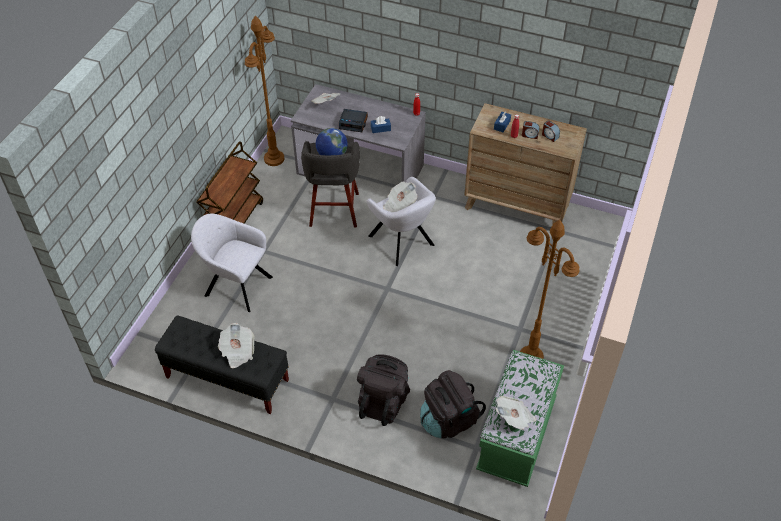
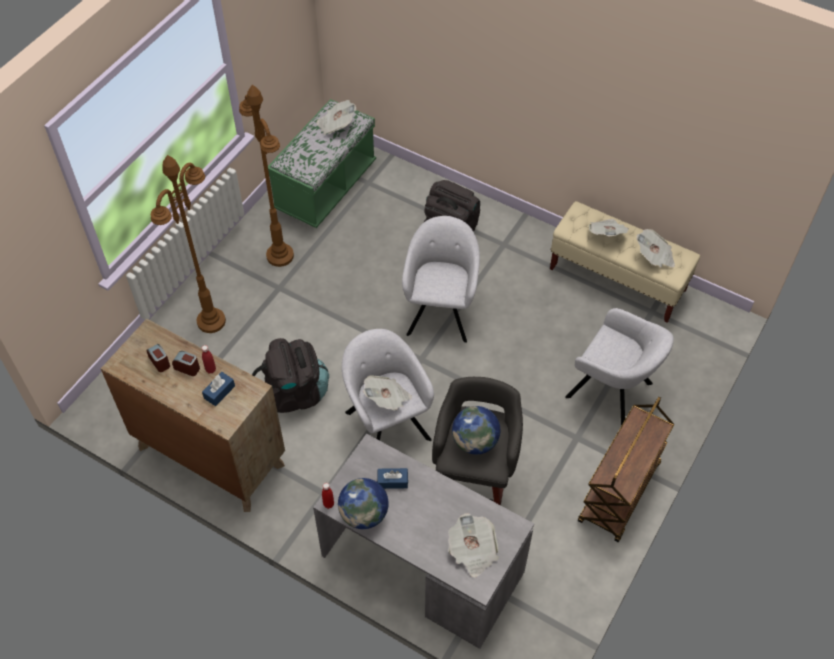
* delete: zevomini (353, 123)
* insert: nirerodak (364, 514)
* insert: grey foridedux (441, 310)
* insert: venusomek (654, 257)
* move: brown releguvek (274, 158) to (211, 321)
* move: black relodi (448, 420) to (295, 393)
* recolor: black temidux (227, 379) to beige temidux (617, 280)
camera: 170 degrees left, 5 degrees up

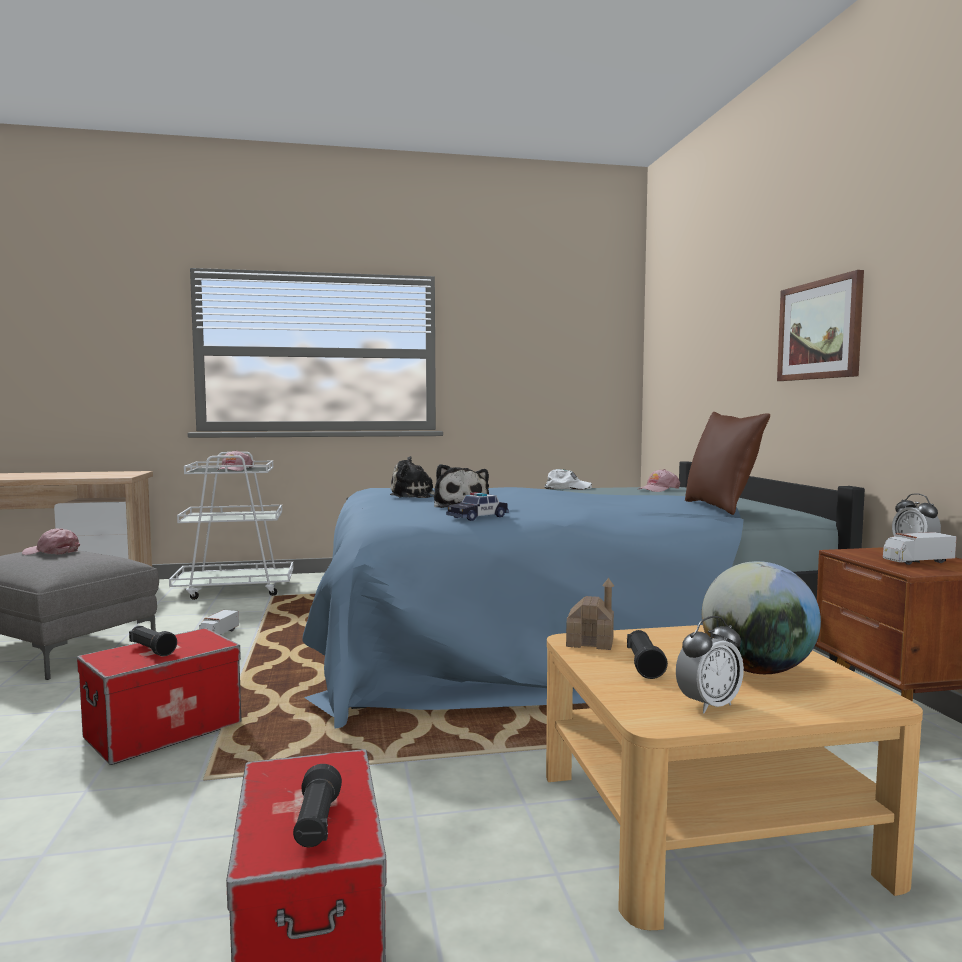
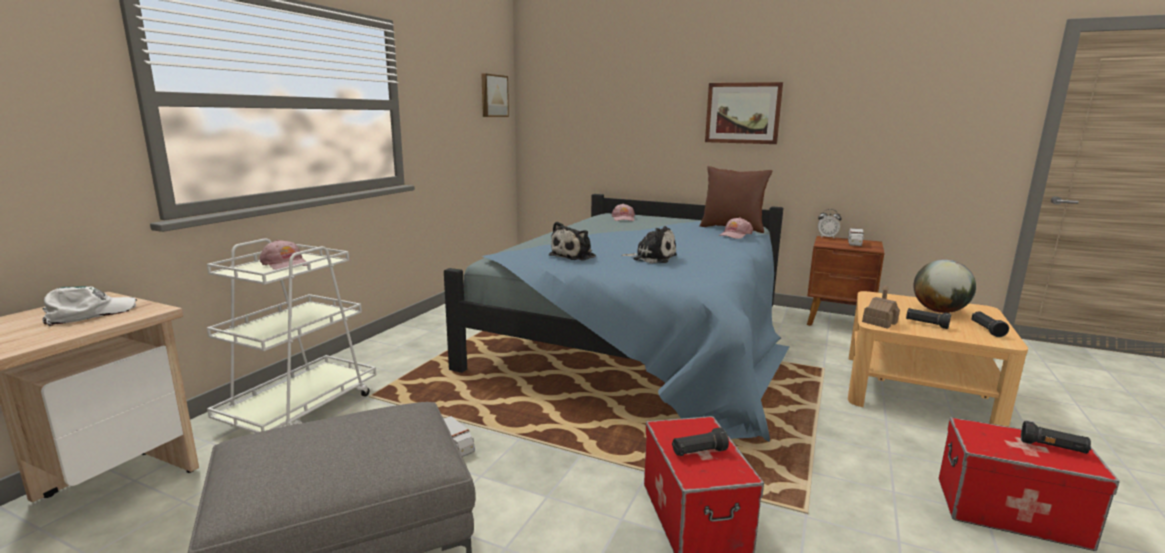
* delete: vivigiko (478, 517)
* insert: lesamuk (493, 96)
* move: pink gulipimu (52, 552) to (735, 235)
* move: white gulipimu (567, 487) to (89, 313)
* replace: zevomini (708, 705) to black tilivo (987, 330)
camera: 55 degrees left, 10 degrees up

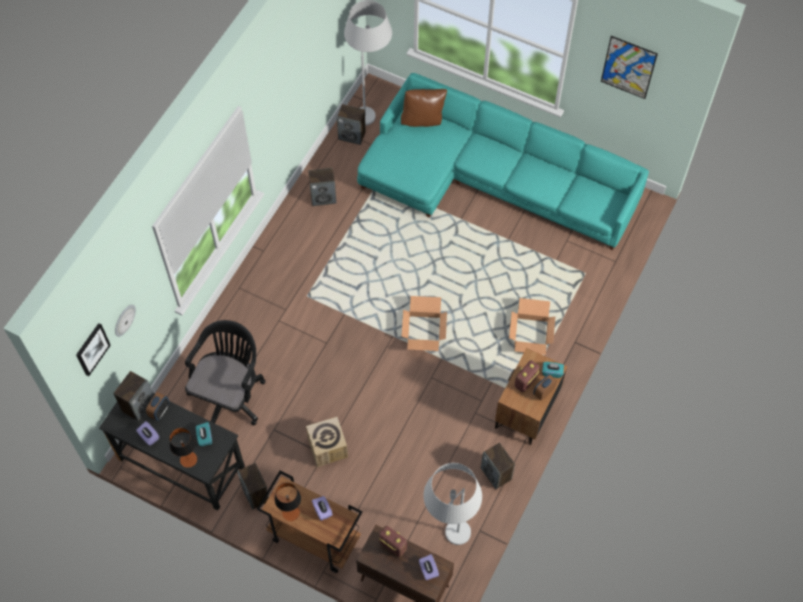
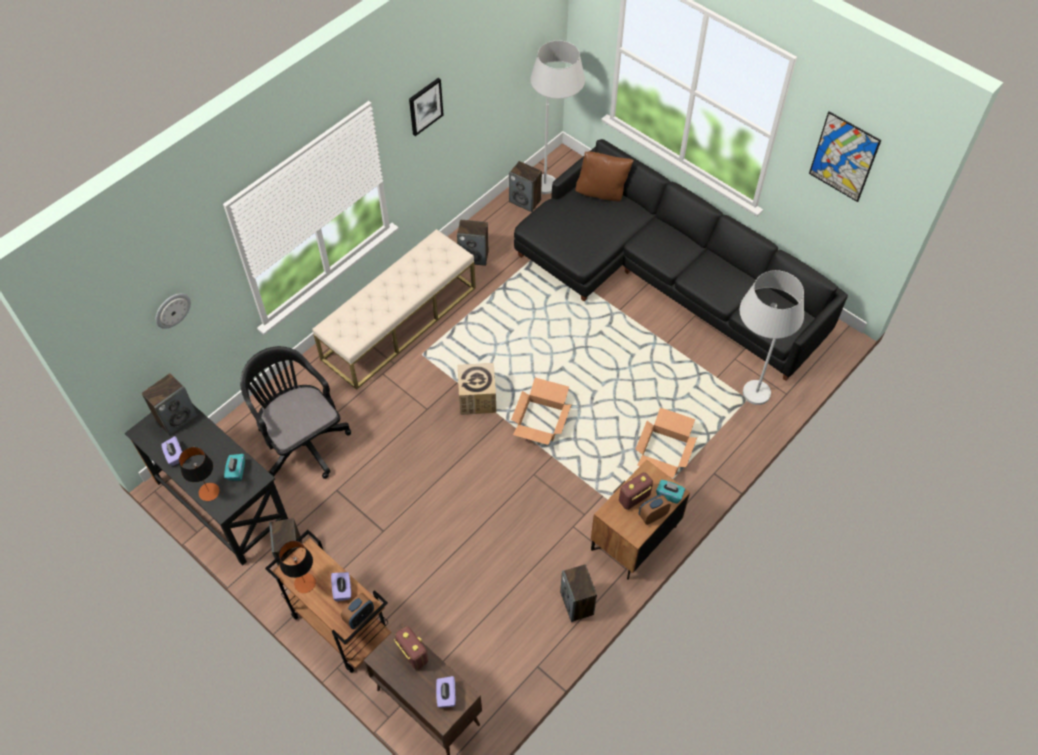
* insert: beige temidux (399, 323)
* move: lesamuk (92, 349) to (425, 106)
* move: zevomini (159, 411) to (359, 617)
* move: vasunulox (327, 448) to (477, 398)
* move: white releguvek (447, 542) to (743, 400)
* recolor: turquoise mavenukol (489, 179) to black mavenukol (663, 276)
* rotate: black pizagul (230, 395) = (301, 440) 75 degrees counterclockwise
camera: 15 degrees right, 5 degrees down

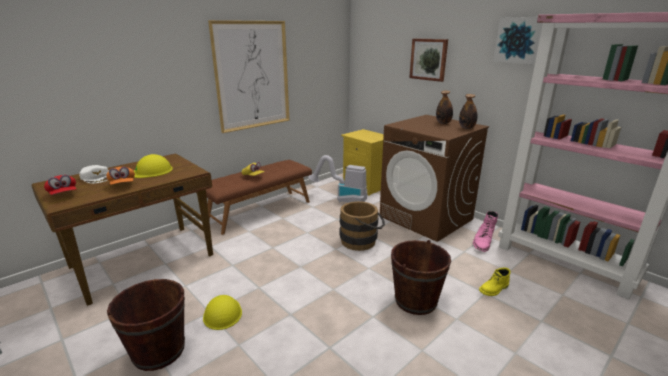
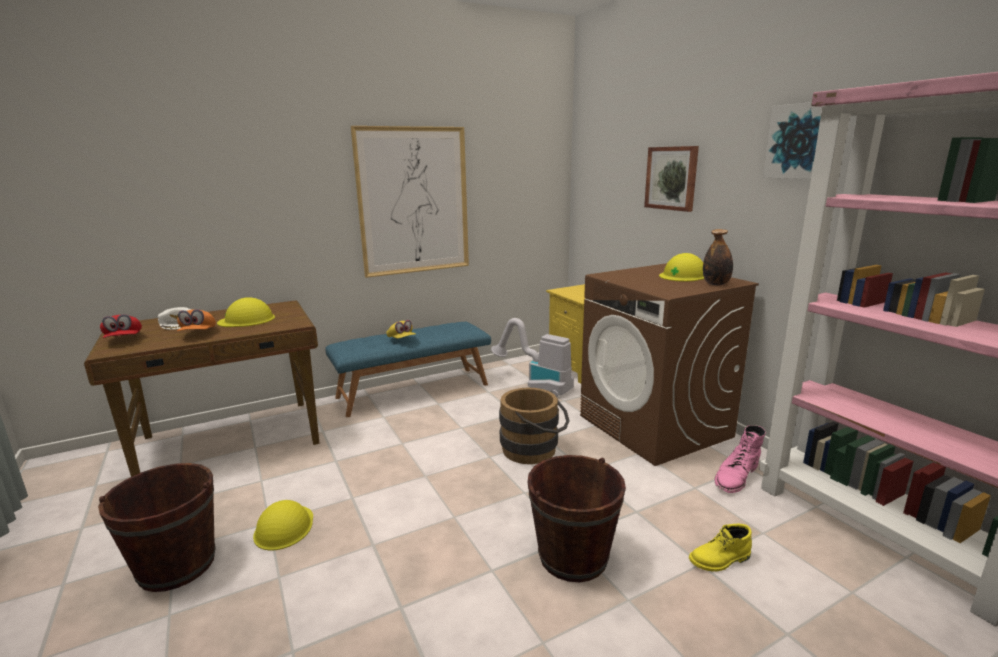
* replace: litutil (443, 123) to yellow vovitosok (683, 275)
* recolor: brown temidux (260, 211) to blue temidux (413, 390)
camera: 15 degrees right, 5 degrees down

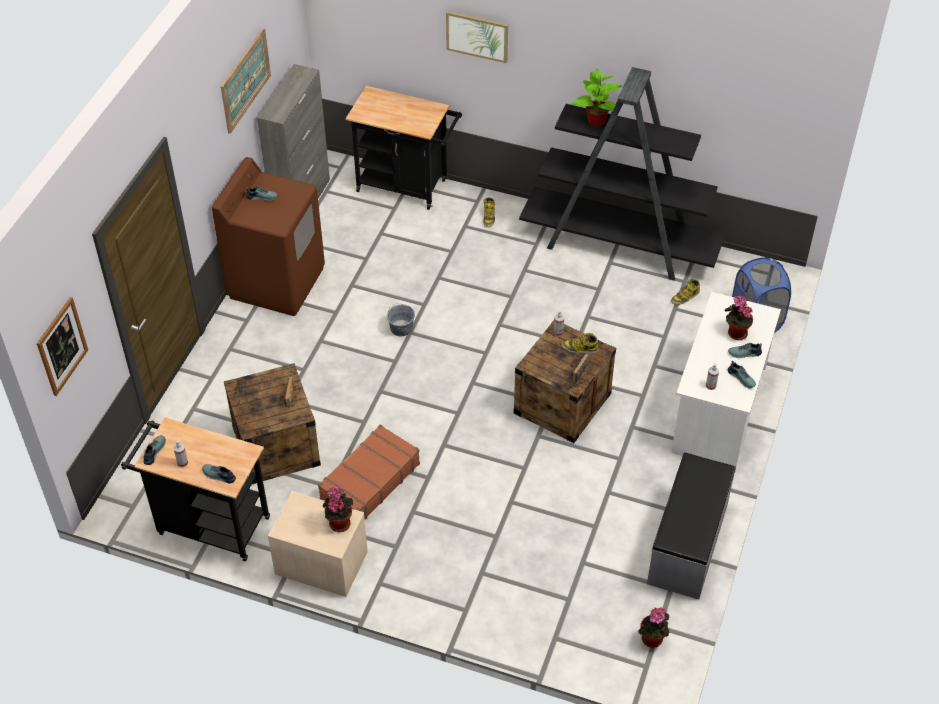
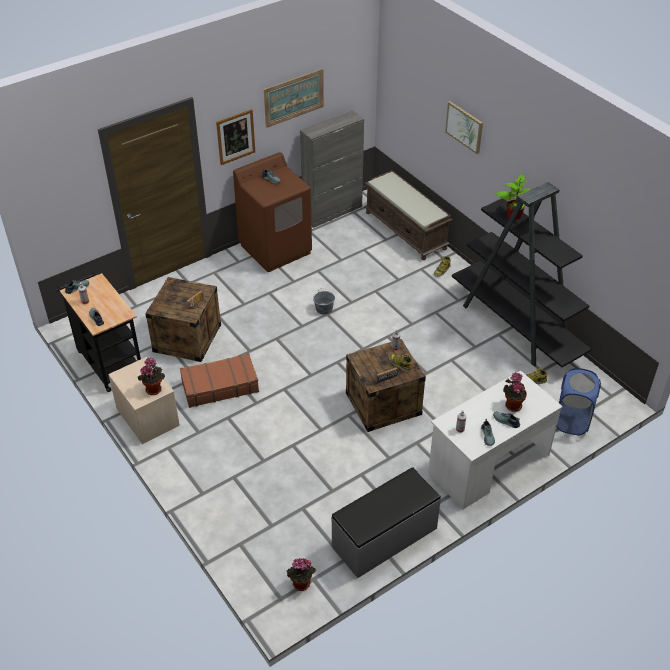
* move: lesamuk (61, 346) to (235, 137)
* replace: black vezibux (407, 186) to brown temidux (406, 230)
camera: 35 degrees right, 5 degrees down

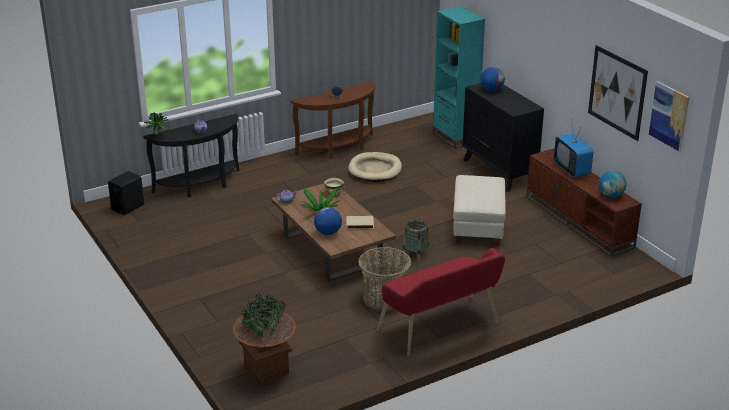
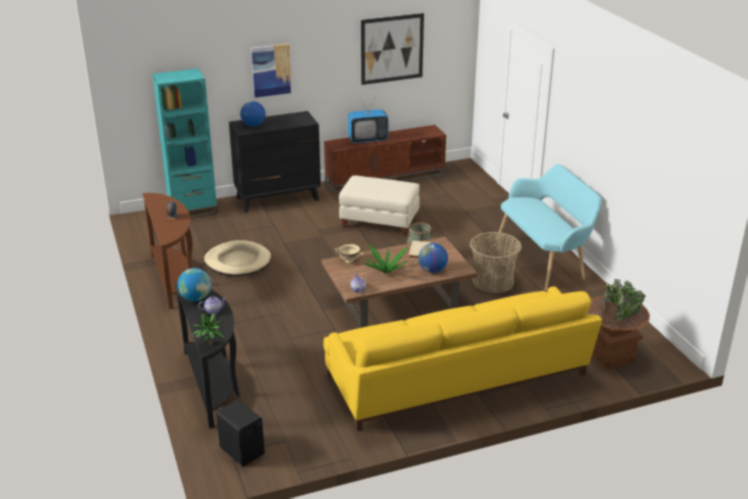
* insert: yellow mavenukol (458, 377)
* move: nirerodak (611, 195) to (196, 298)
* move: lesamuk (669, 115) to (271, 70)
* recolor: red temidux (442, 329) to turquoise temidux (544, 259)
camera: 80 degrees left, 0 degrees up

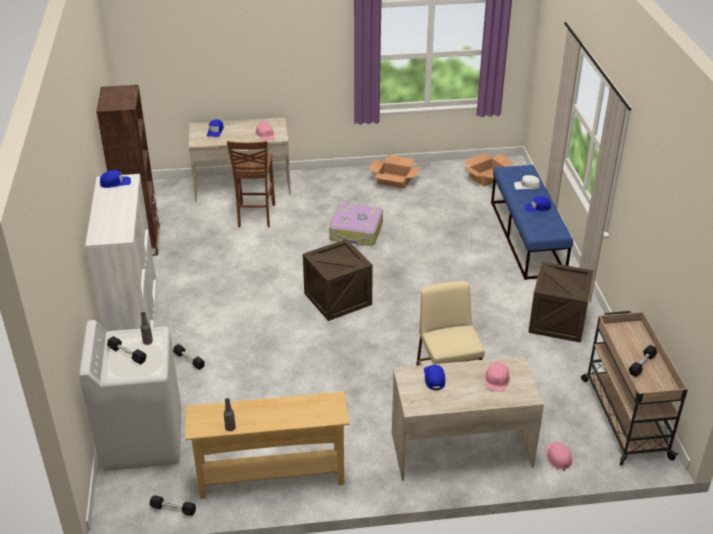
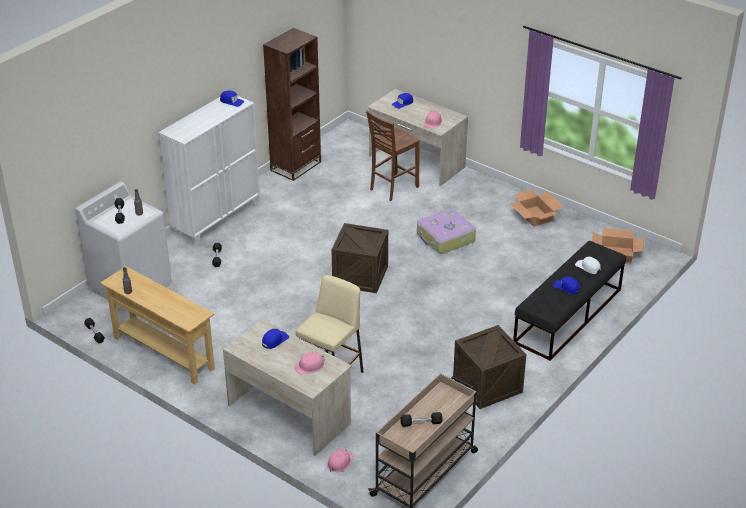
* recolor: blue temidux (527, 238) to black temidux (568, 316)
camera: 45 degrees right, 0 degrees up

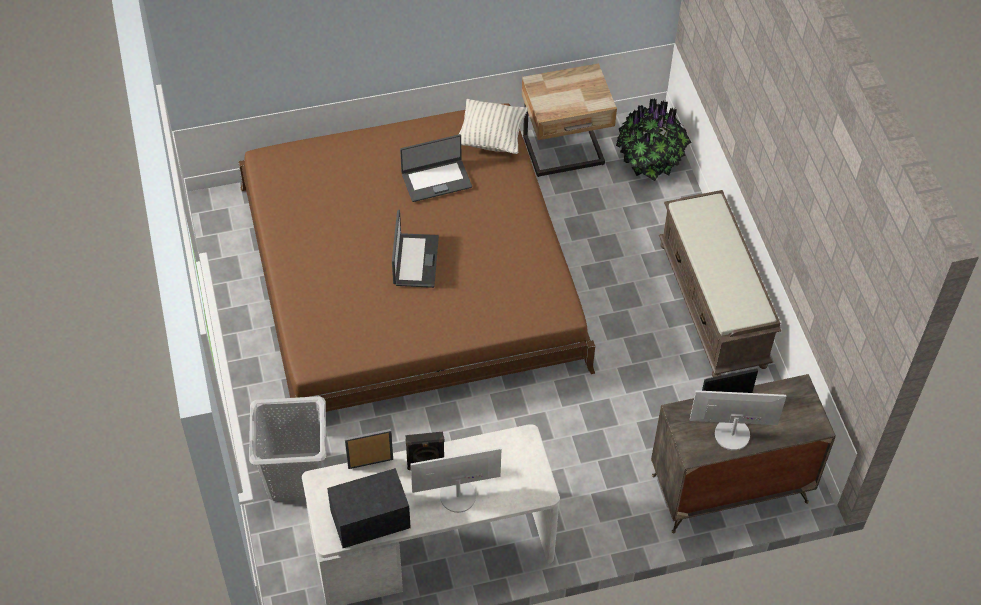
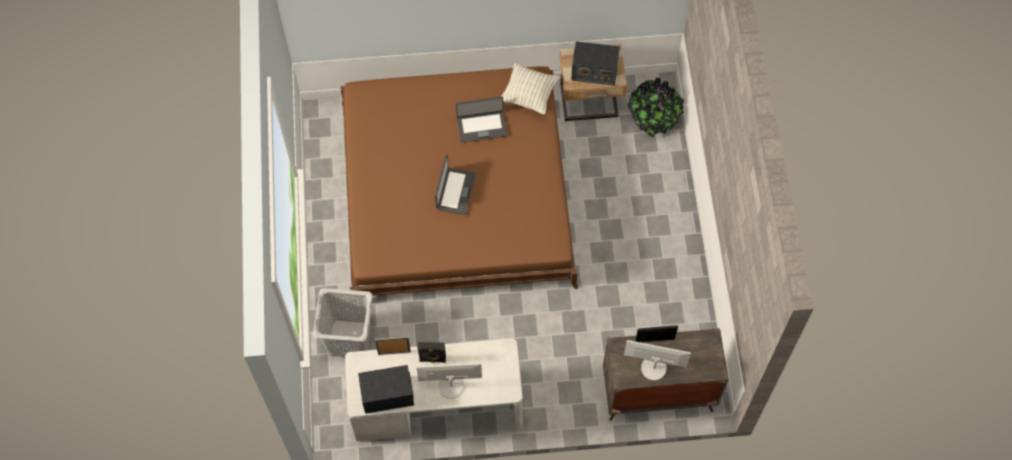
* delete: brown temidux (714, 305)
* insert: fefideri (594, 71)
camera: 10 degrees right, 10 degrees up

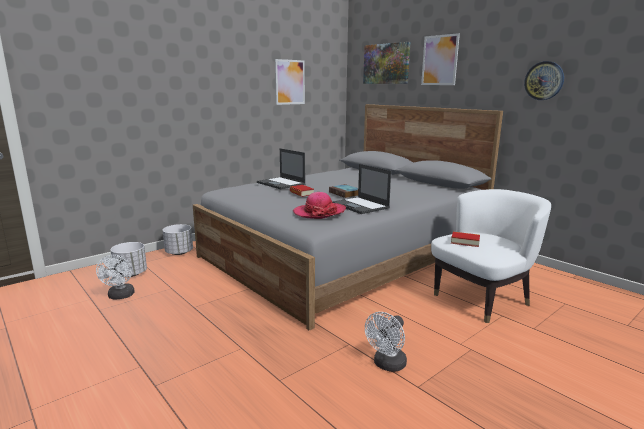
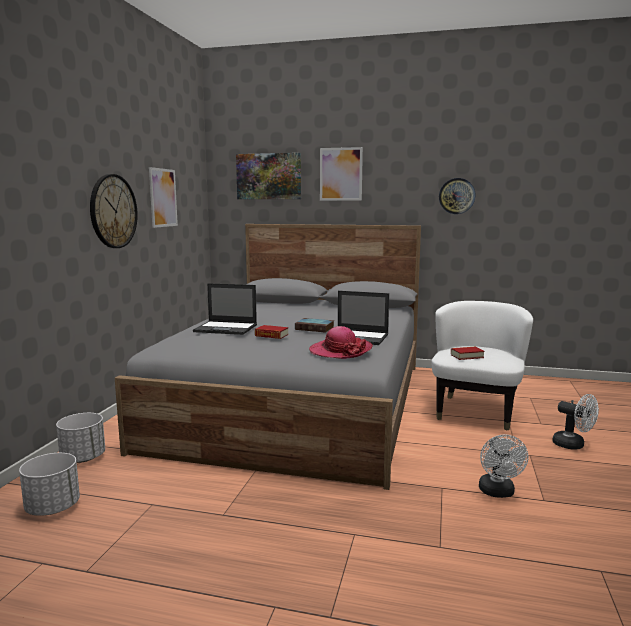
* insert: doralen (113, 211)
* move: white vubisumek (120, 296) to (573, 445)
camera: 35 degrees left, 5 degrees down

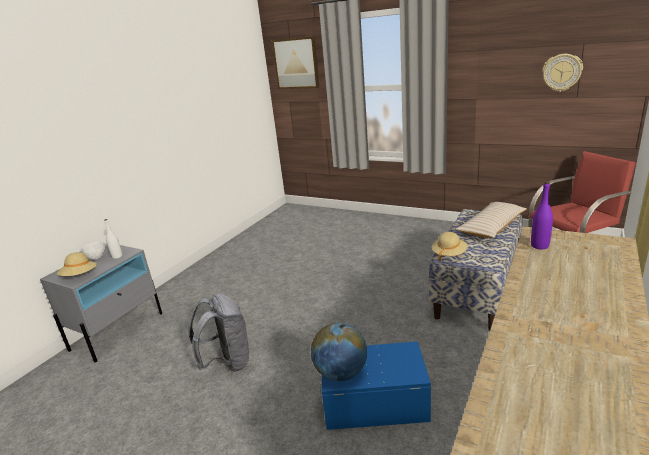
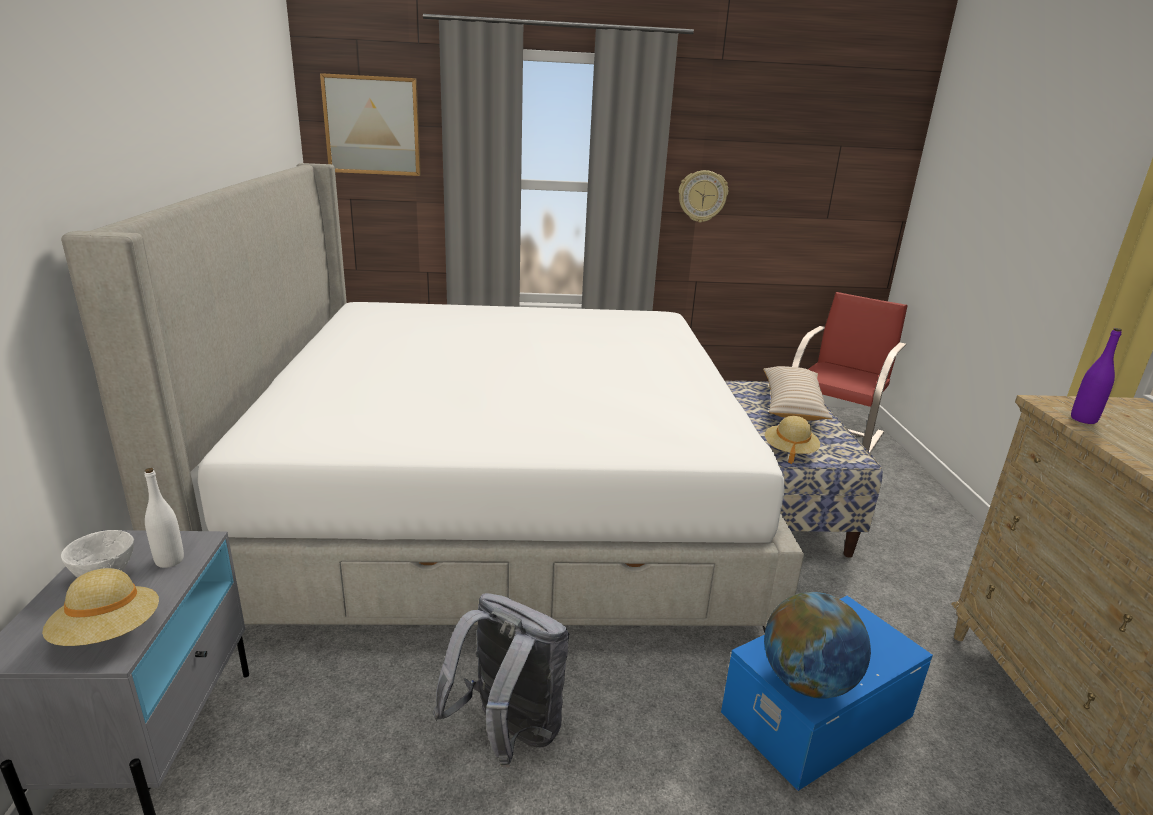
* insert: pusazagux (497, 497)
* move: doralen (562, 72) to (702, 196)
camera: 35 degrees left, 0 degrees up

